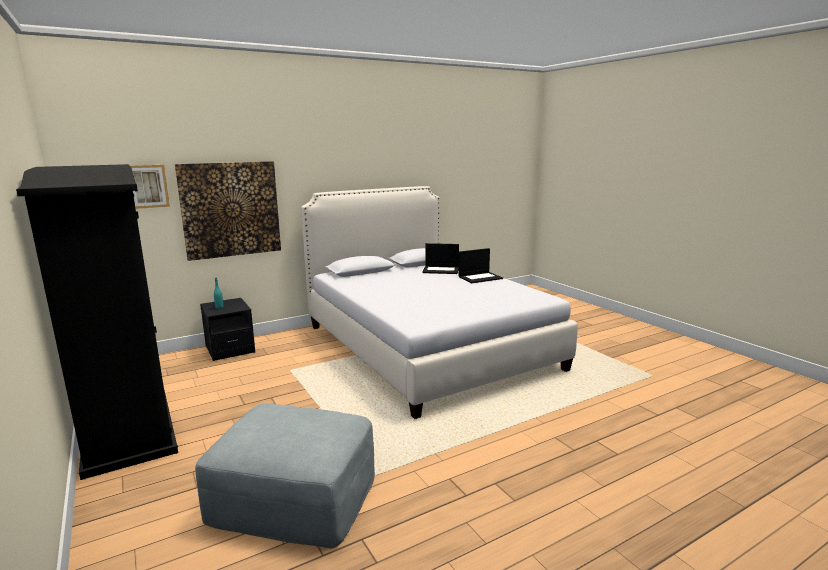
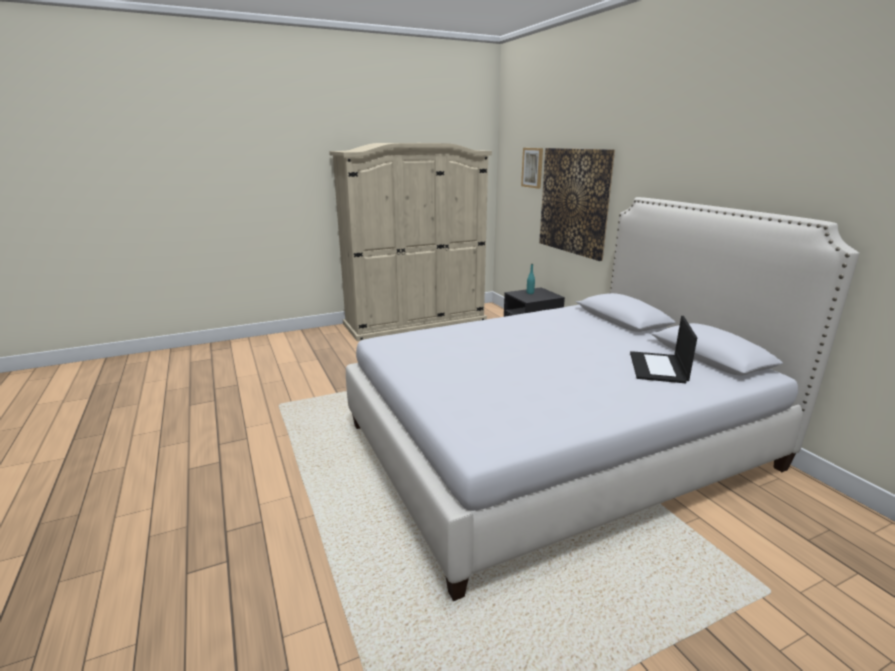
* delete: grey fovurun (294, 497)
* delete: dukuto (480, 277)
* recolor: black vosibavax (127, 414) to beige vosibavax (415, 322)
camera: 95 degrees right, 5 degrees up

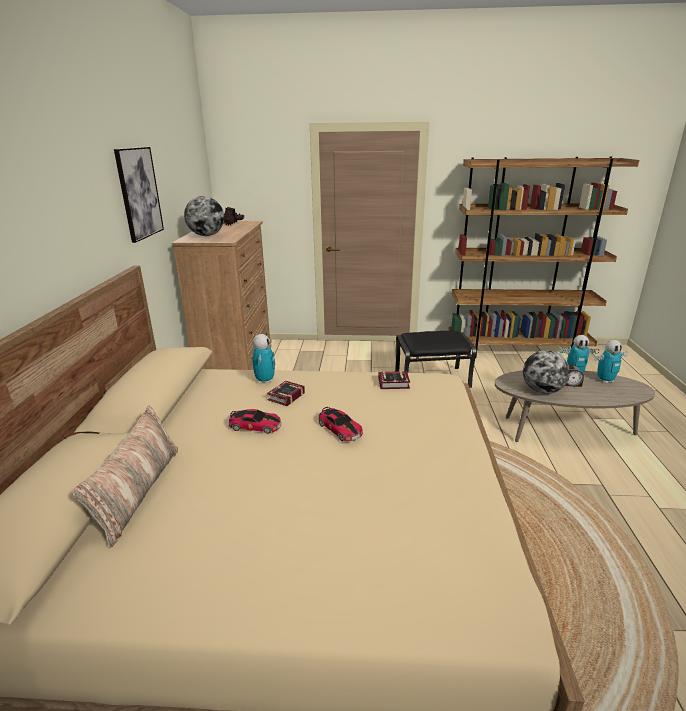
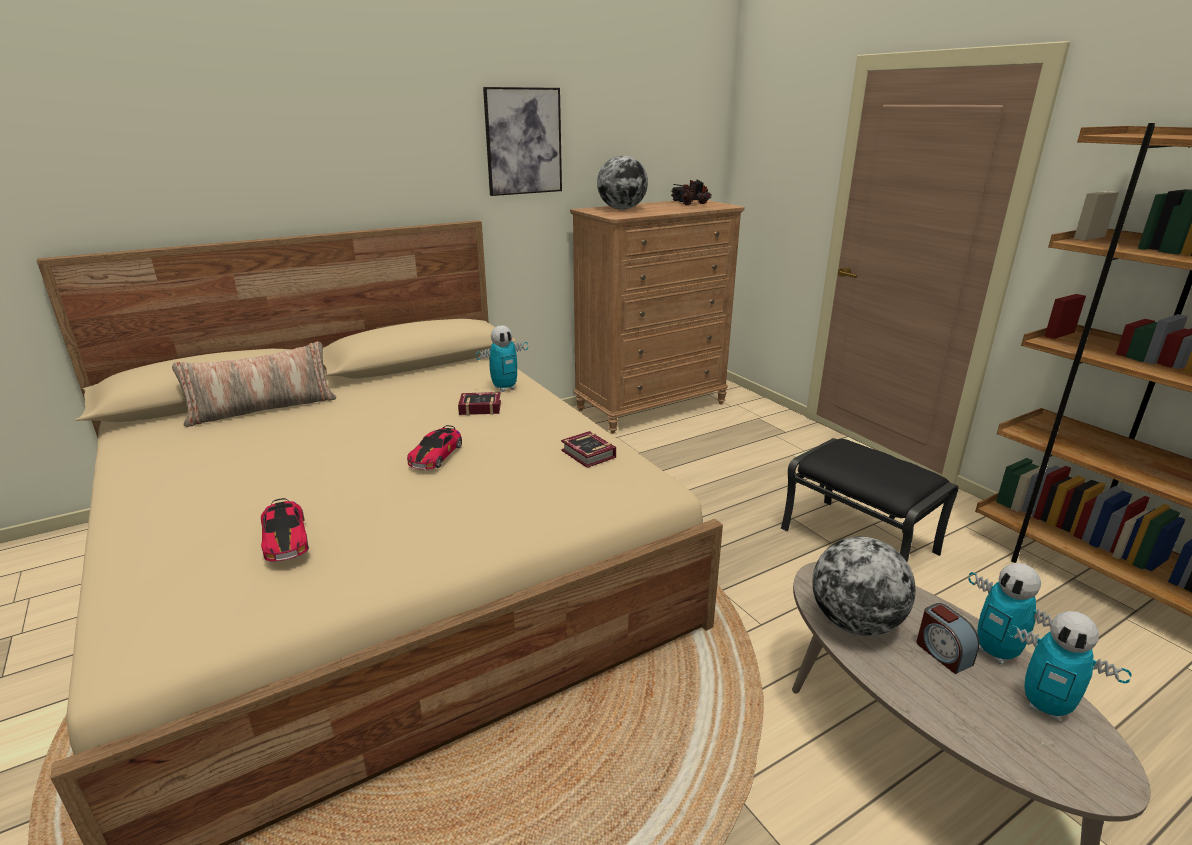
* move: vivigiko (255, 426) to (285, 538)
camera: 55 degrees right, 0 degrees up

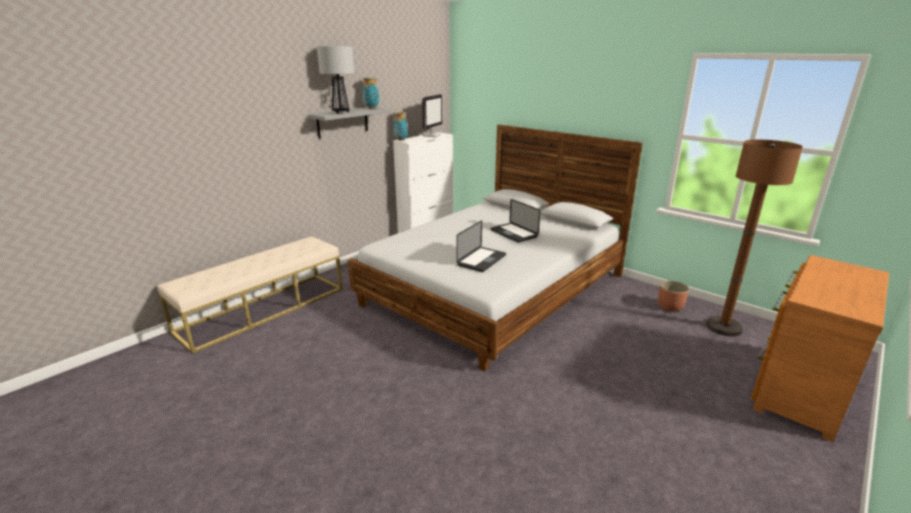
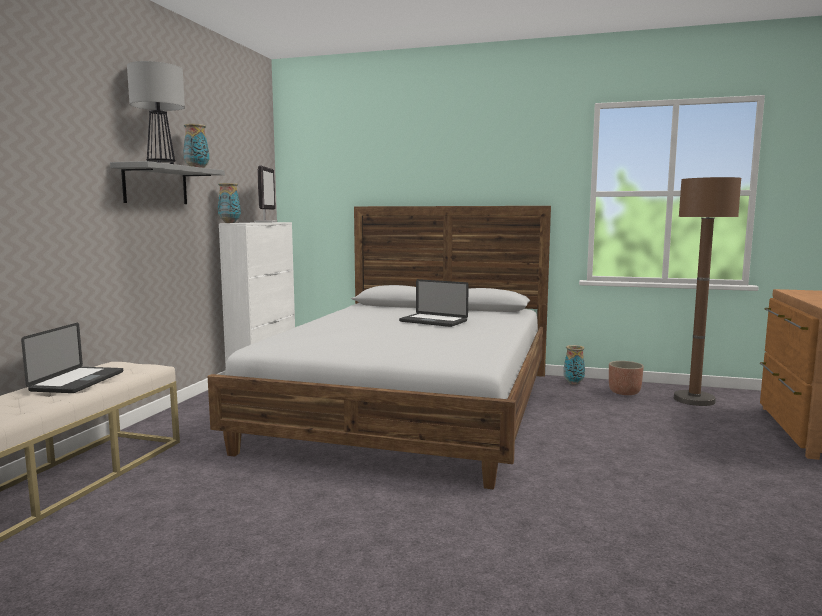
* insert: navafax (573, 383)
* move: dukuto (481, 260) to (78, 381)
camera: 25 degrees left, 15 degrees down

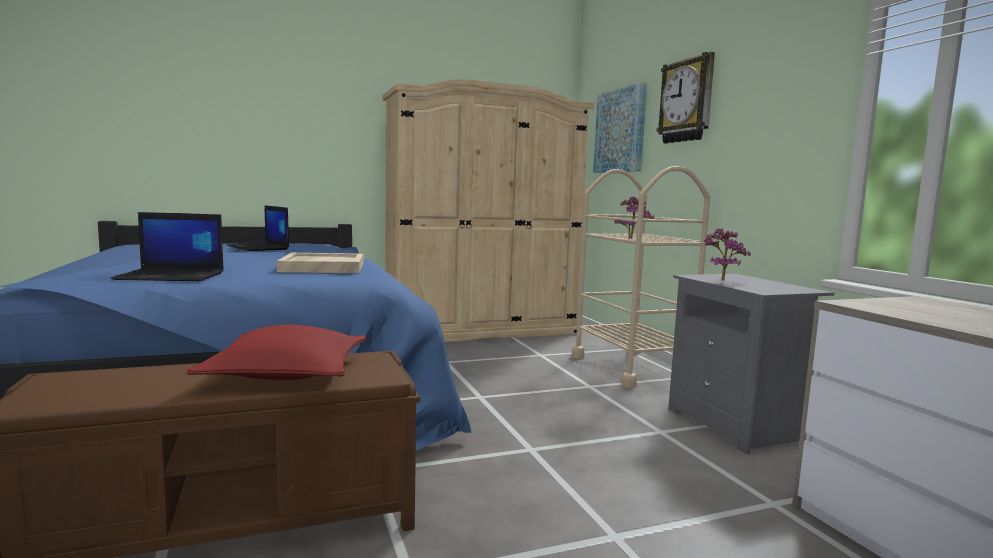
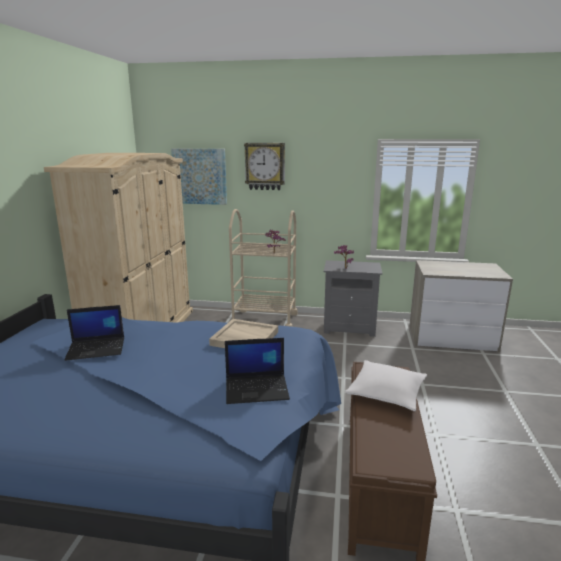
* recolor: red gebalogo (287, 373) to white gebalogo (386, 392)
* rotate: dukuto (173, 276) = (257, 389) 60 degrees clockwise
camera: 60 degrees left, 10 degrees up

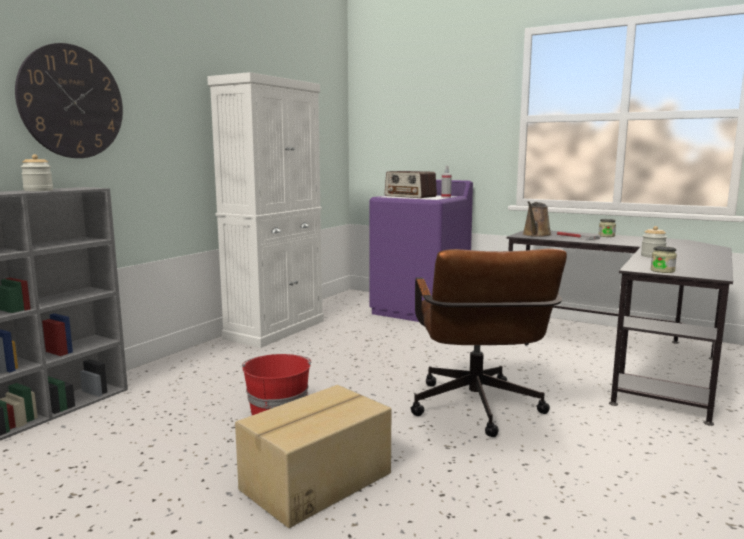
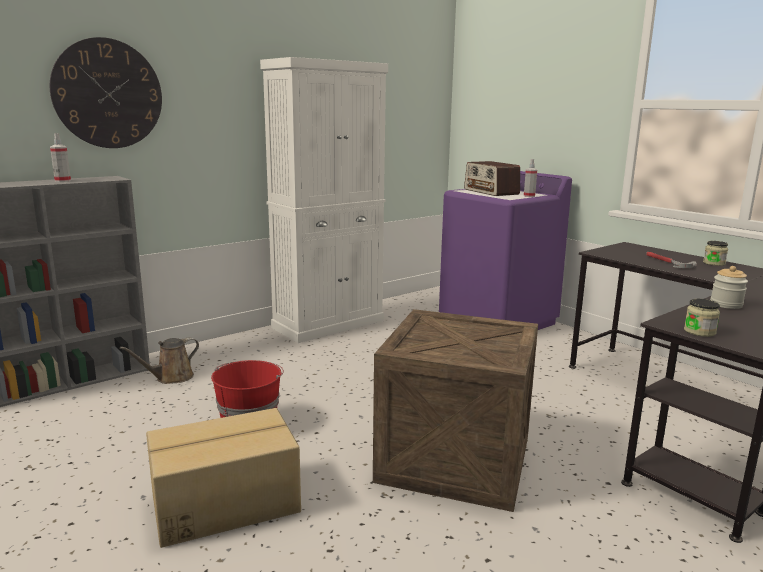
* move: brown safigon (536, 235) to (171, 378)
* replace: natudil (38, 190) to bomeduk (62, 181)
* replace: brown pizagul (477, 412) to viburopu (452, 460)
camera: 20 degrees right, 5 degrees up

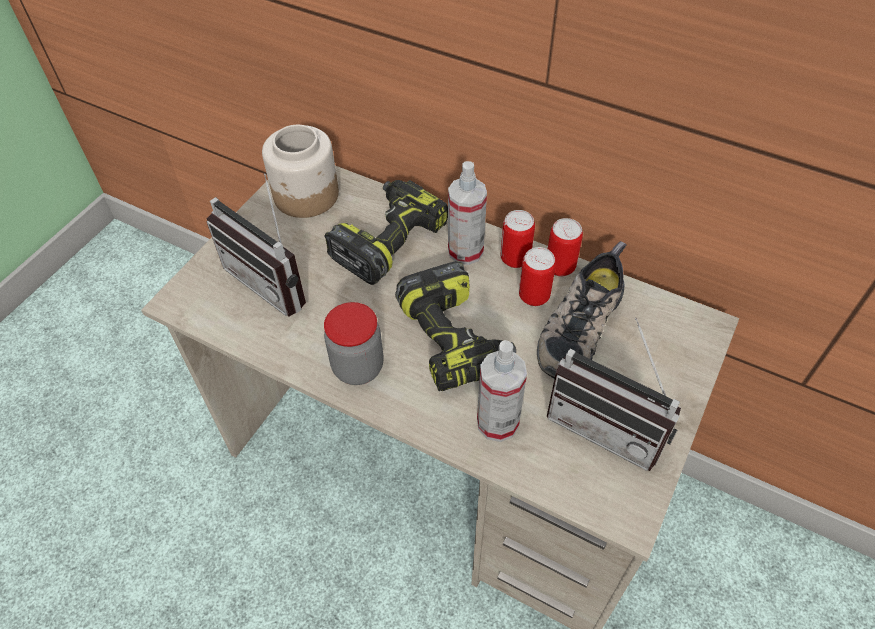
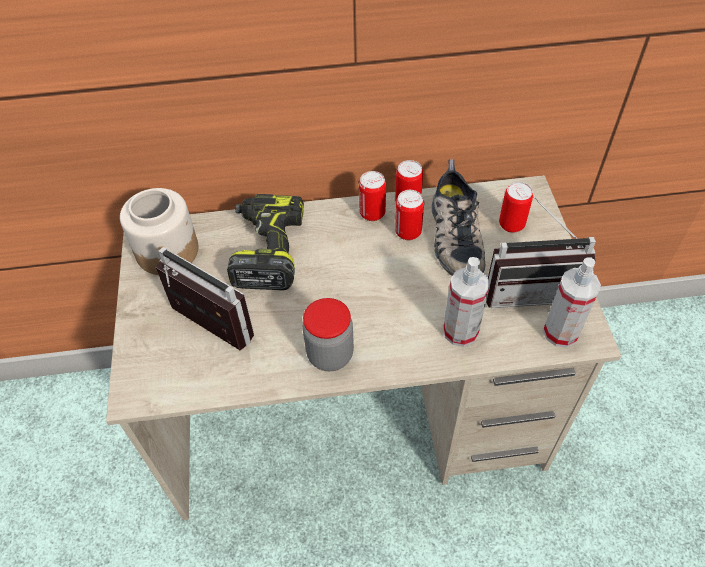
* delete: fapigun (455, 339)
* insert: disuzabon (511, 224)
* move: bomeduk (465, 251) to (560, 332)
* rotate: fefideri (275, 280) = (204, 330) 150 degrees counterclockwise
camera: 35 degrees left, 0 degrees up

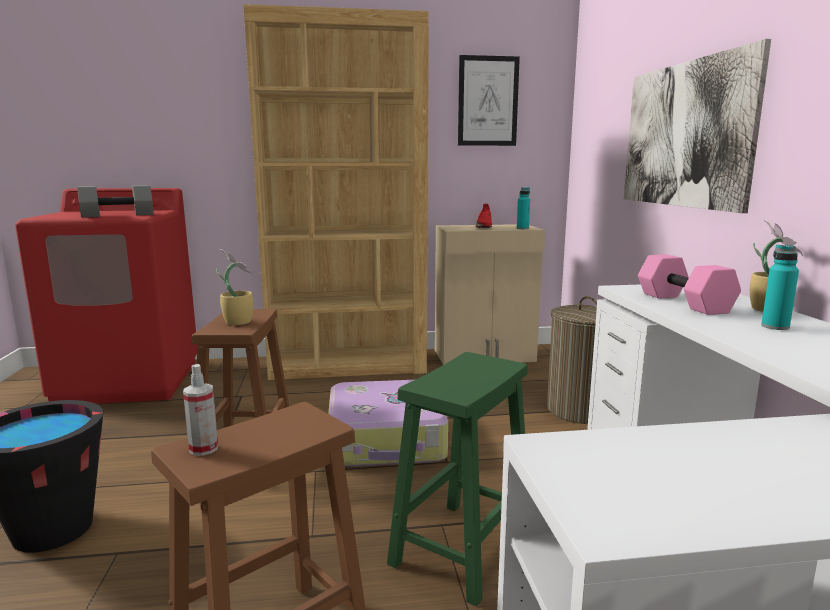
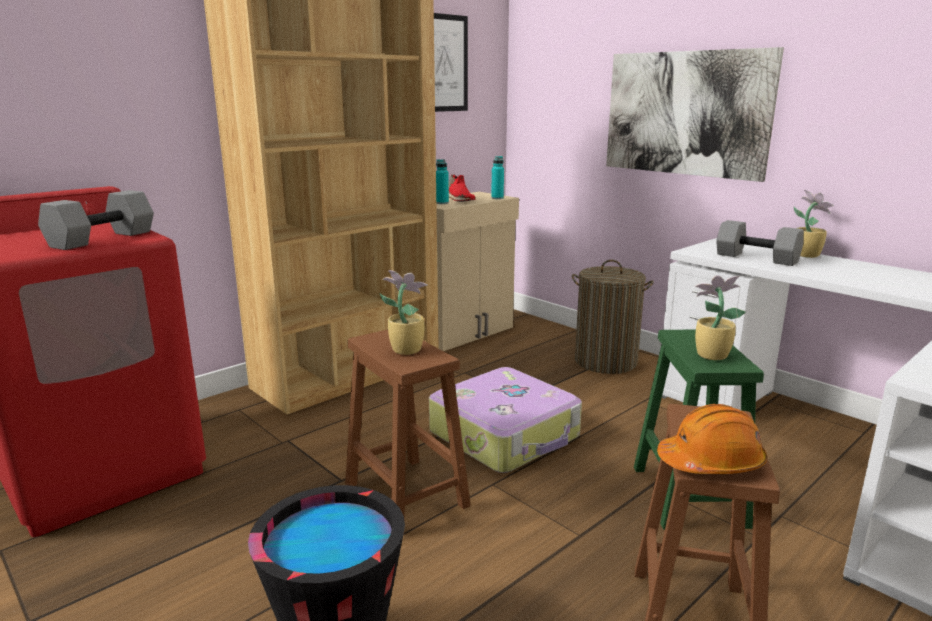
* insert: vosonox (710, 355)
* move: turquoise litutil (775, 327) to (442, 203)
* replace: bomeduk (203, 449) to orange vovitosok (711, 462)
* recolor: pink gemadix (681, 303) to grey gemadix (755, 258)
camera: 35 degrees left, 5 degrees up

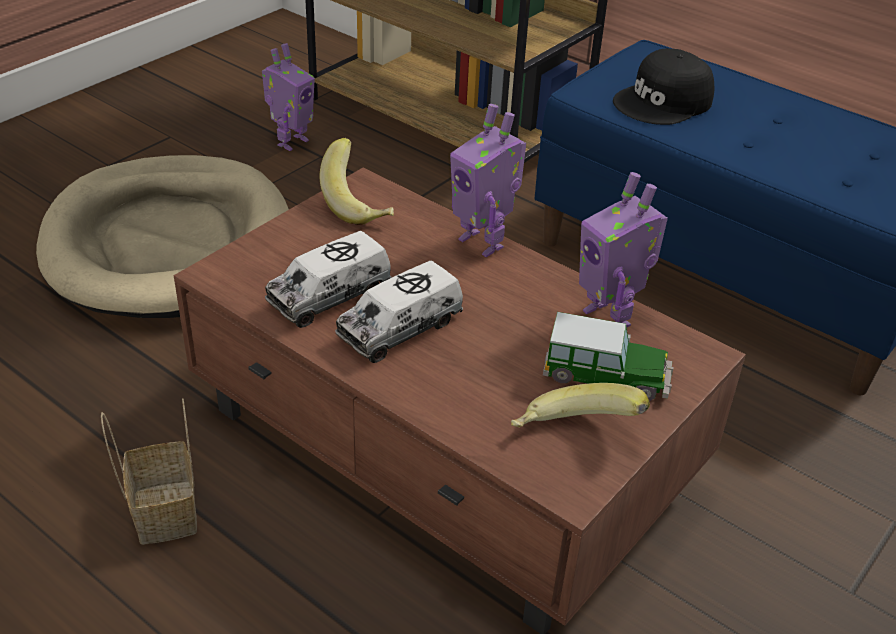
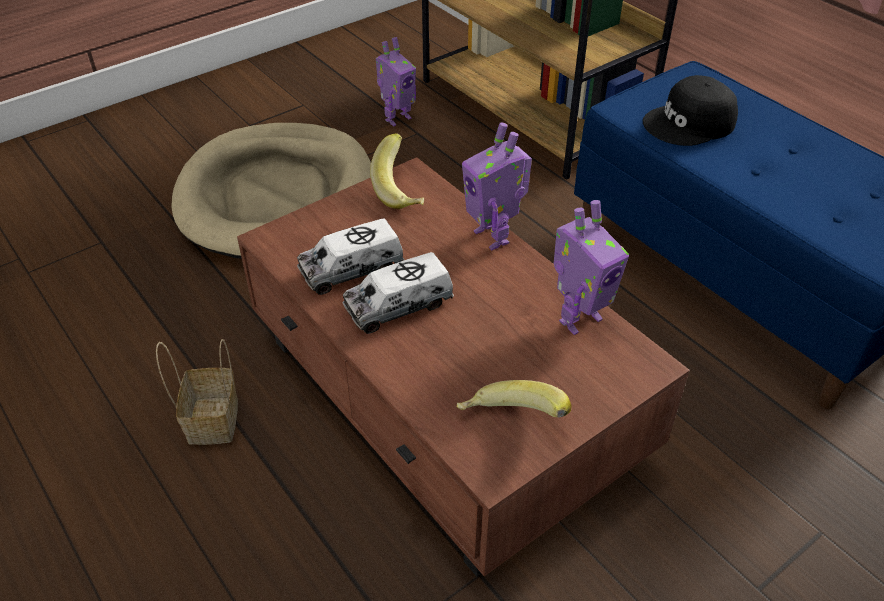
* delete: vivigiko (606, 376)
* rotate: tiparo (609, 317) = (578, 318) 105 degrees counterclockwise
camera: 15 degrees right, 5 degrees up

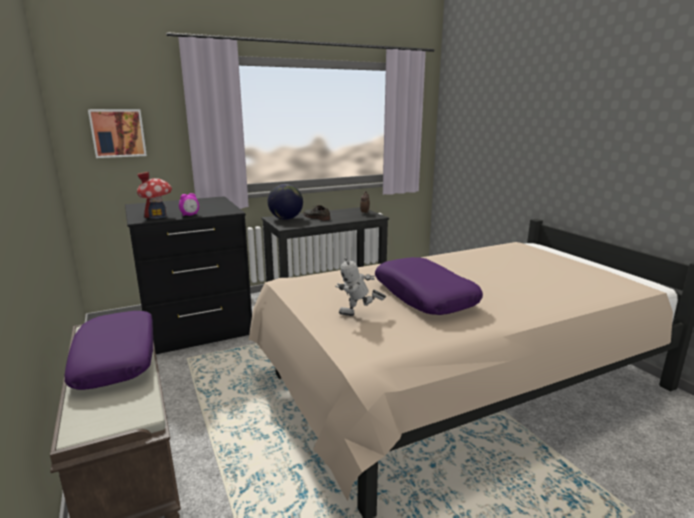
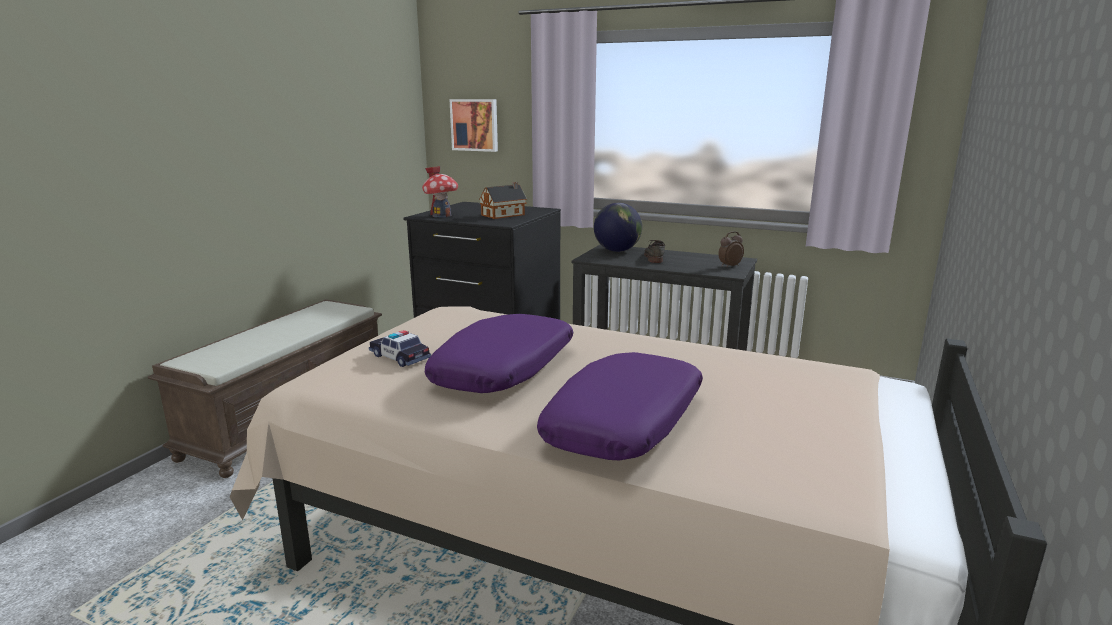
* delete: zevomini (190, 215)
* insert: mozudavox (504, 215)
* move: purple gebalogo (117, 359) to (625, 422)
* replace: tiparo (358, 316) to vivigiko (400, 357)
camera: 50 degrees right, 0 degrees up

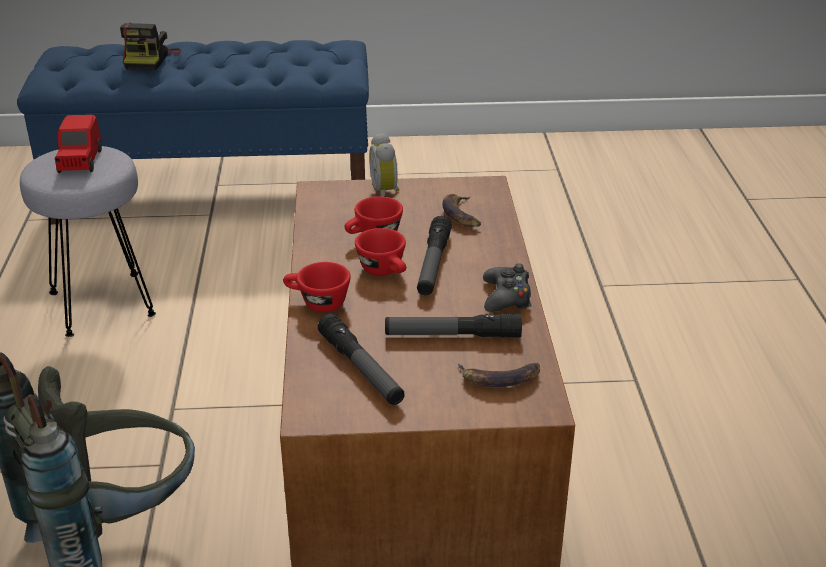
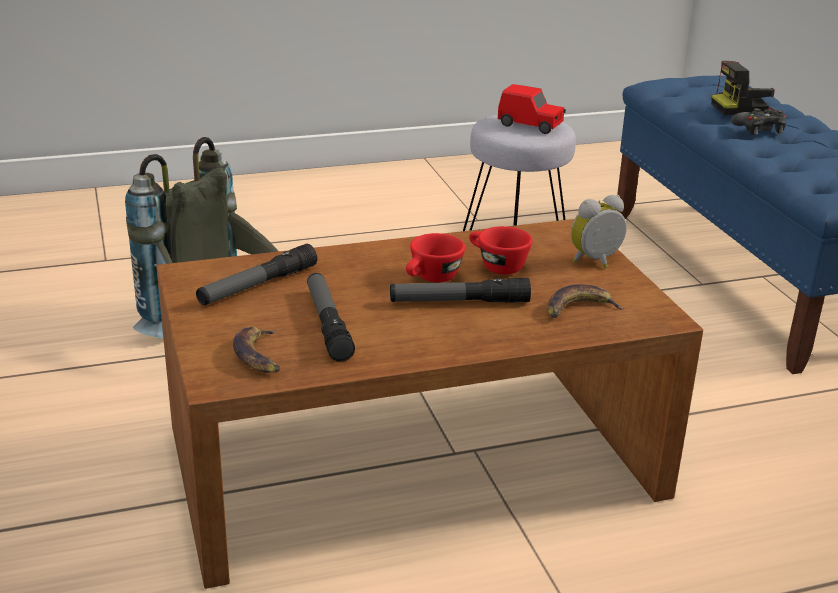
* delete: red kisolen (317, 303)
* move: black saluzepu (506, 297) to (759, 129)
* rotate: red vivigiko (80, 161) = (530, 125) 135 degrees counterclockwise
camera: 75 degrees right, 5 degrees down

